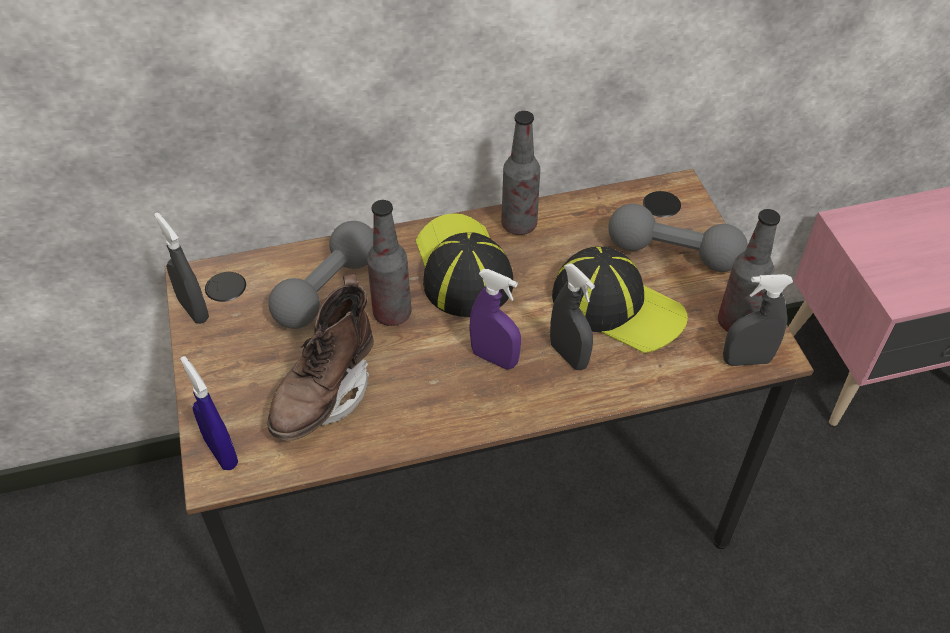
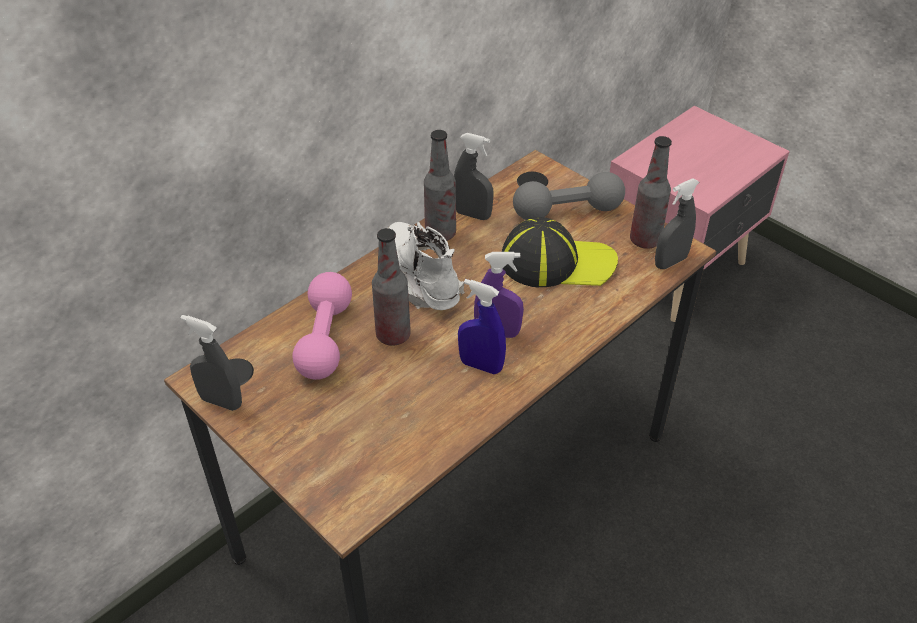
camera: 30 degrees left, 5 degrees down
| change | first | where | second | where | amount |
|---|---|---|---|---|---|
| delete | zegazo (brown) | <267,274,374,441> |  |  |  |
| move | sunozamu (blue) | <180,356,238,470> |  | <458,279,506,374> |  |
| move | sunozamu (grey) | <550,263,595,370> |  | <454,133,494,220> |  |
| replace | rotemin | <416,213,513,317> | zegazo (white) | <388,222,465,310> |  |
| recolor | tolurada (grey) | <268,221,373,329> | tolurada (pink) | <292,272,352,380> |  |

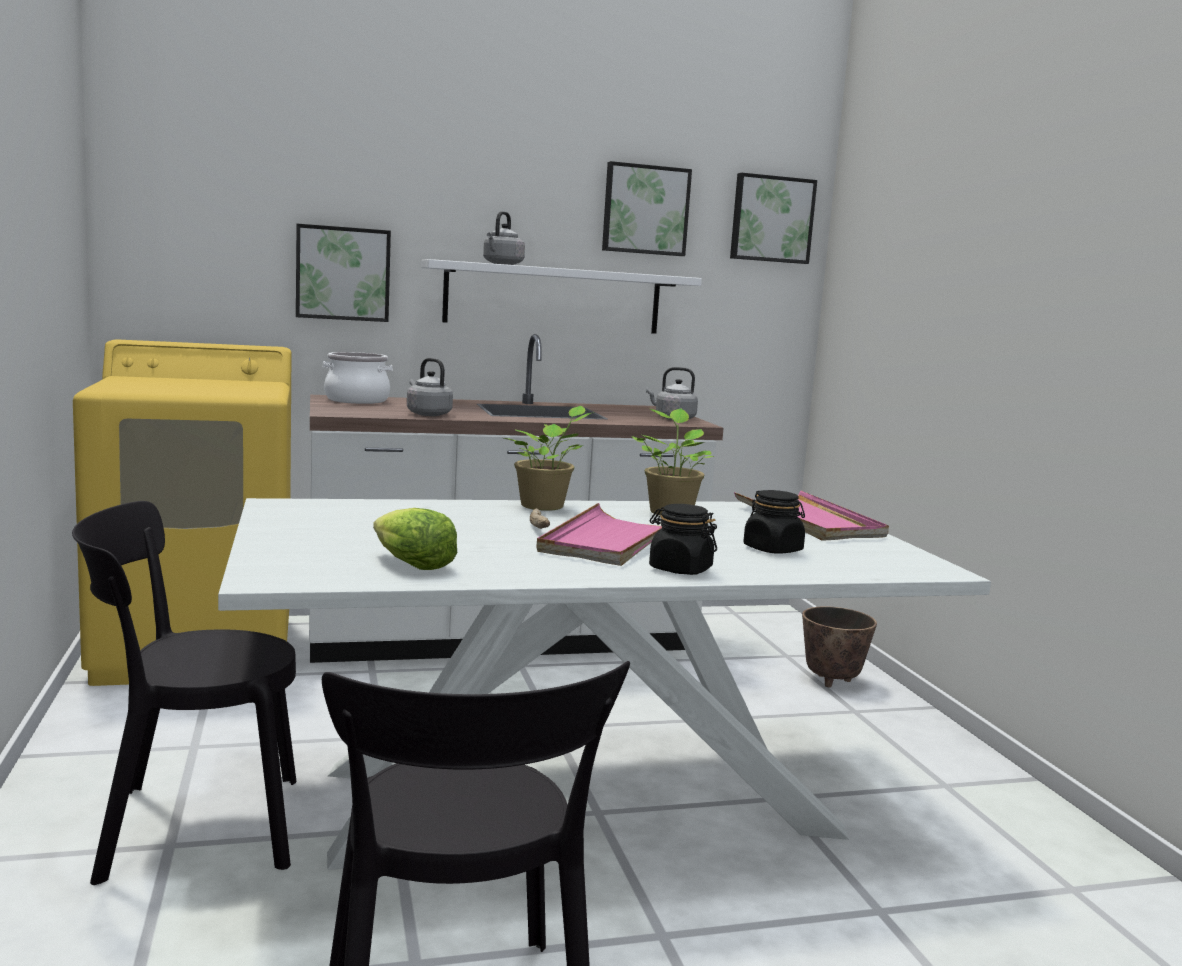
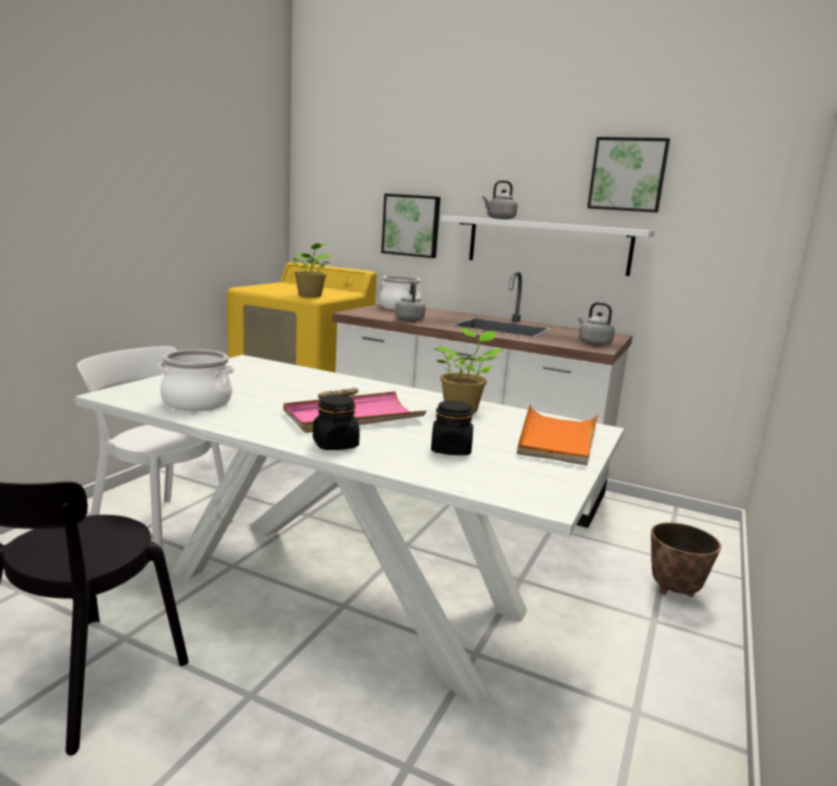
camera: 40 degrees right, 5 degrees up
| change | first | where | second | where | amount |
|---|---|---|---|---|---|
| delete | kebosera | <730,173,817,264> |  |  |  |
| move | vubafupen | <504,406,595,511> |  | <289,243,334,297> |  |
| replace | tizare | <373,508,457,570> | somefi | <158,350,234,411> |  |
| recolor | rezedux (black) | <72,501,297,885> | rezedux (white) | <77,346,233,550> |  |
| recolor | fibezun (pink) | <734,490,889,541> | fibezun (orange) | <517,404,598,466> |  |

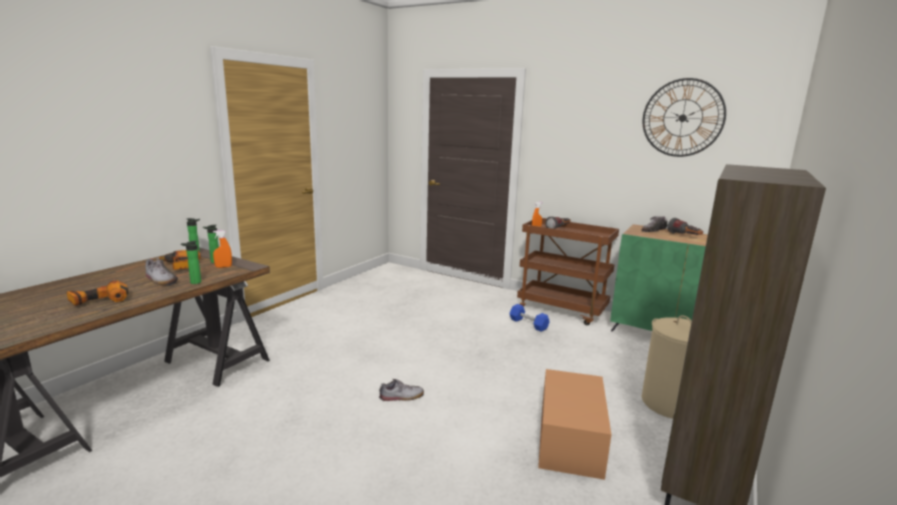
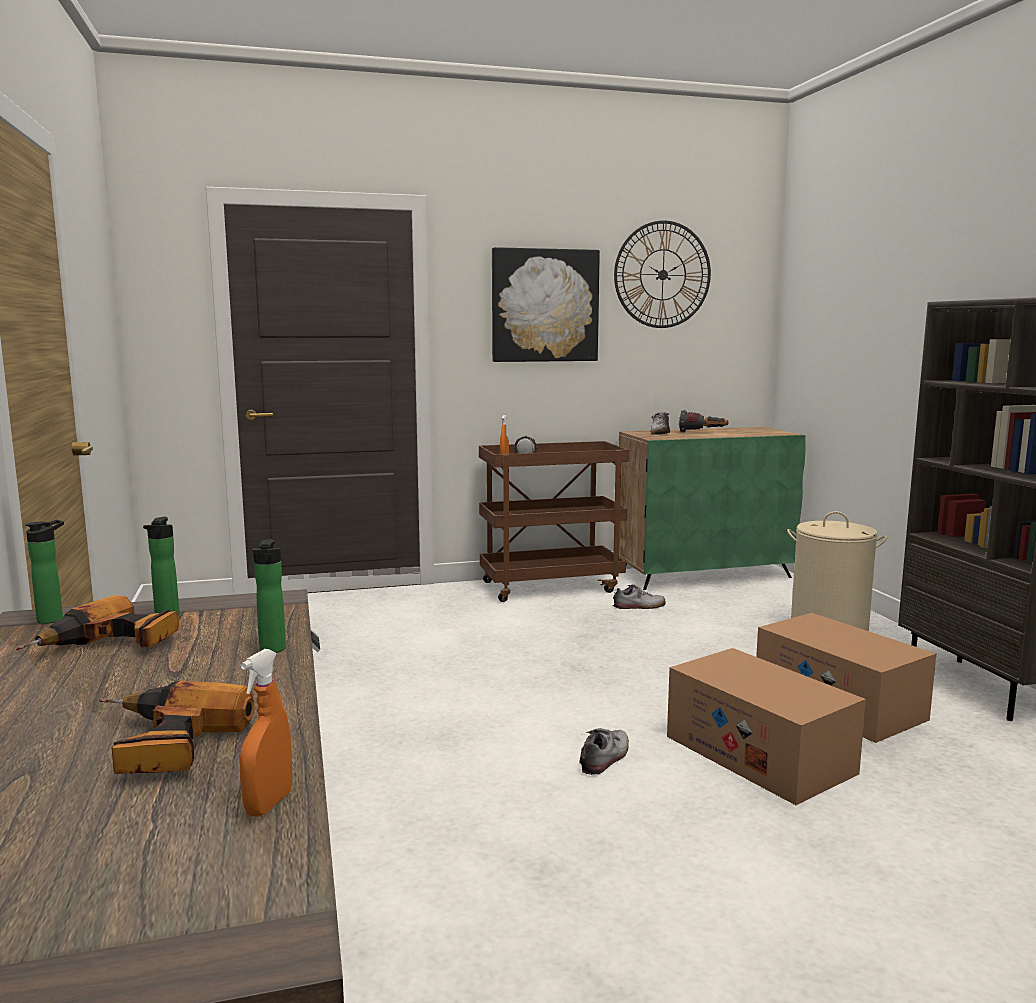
camera: 45 degrees left, 5 degrees down
| change | first | where | second | where | amount |
|---|---|---|---|---|---|
| delete | tolurada (blue) | <509,304,550,332> |  |  |  |
| insert |  |  | kebosera | <492,247,600,362> |  |
| insert |  |  | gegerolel | <667,648,866,805> |  |
| move | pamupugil | <145,259,178,286> |  | <613,584,666,609> |  |
| move | sunozamu (orange) | <213,230,232,268> |  | <239,649,292,817> |  |

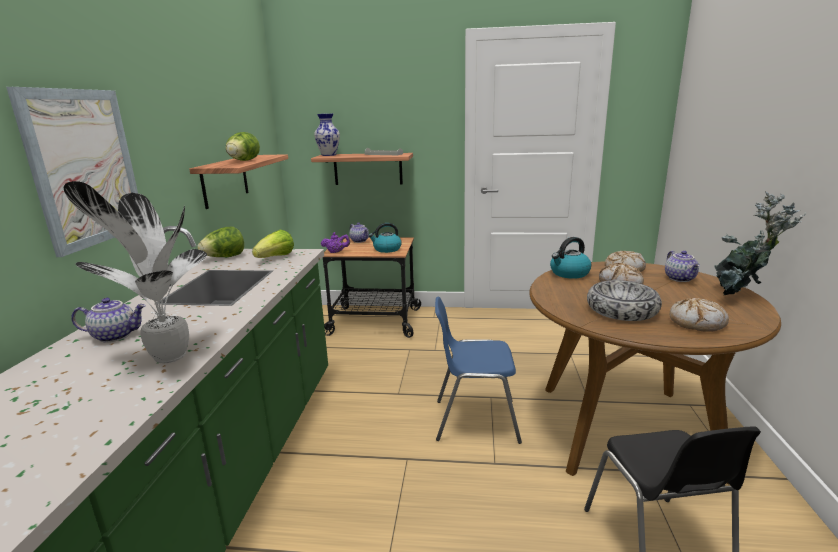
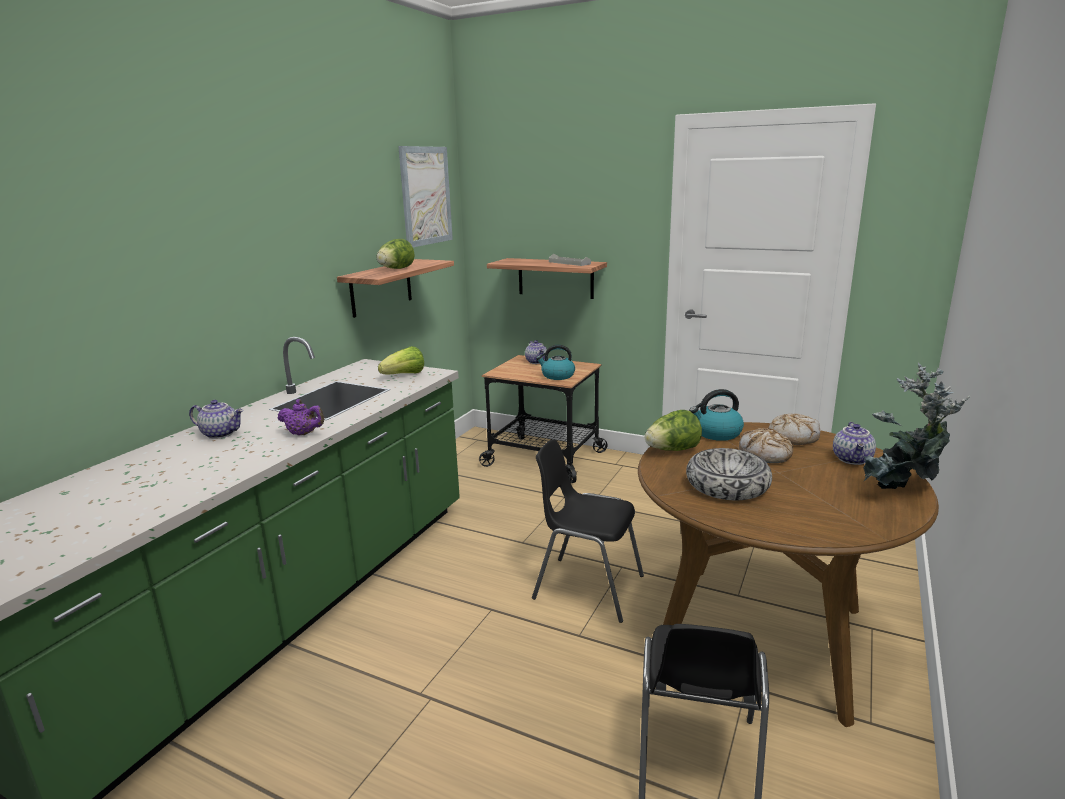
camera: 20 degrees right, 0 degrees up
| change | first | where | second | where | amount |
|---|---|---|---|---|---|
| delete | vubafupen | <64,181,207,363> |  |  |  |
| delete | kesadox | <314,114,340,156> |  |  |  |
| delete | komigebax | <669,298,729,332> |  |  |  |
| move | kebosera | <6,87,138,257> |  | <398,146,453,247> |  |
| move | tizare | <197,227,244,257> |  | <645,410,702,451> |  |
| move | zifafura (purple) | <321,232,350,253> |  | <278,399,324,435> |  |
| recolor | rezedux (blue) | <435,296,522,444> | rezedux (black) | <532,439,644,623> |  |

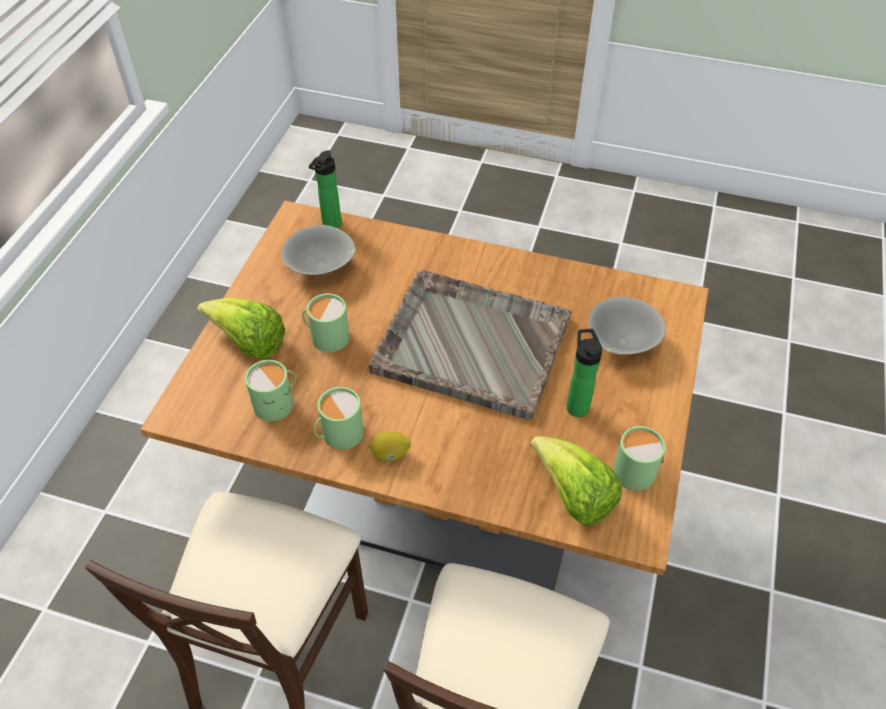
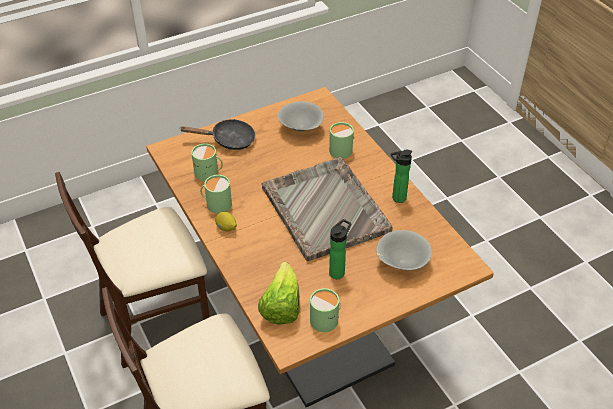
camera: 45 degrees right, 5 degrees down
| change | first | where | second | where | amount |
|---|---|---|---|---|---|
| move | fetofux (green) | <302,293,350,352> |  | <329,122,354,159> |  |
| move | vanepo | <309,150,342,228> |  | <391,149,412,203> |  |
| replace | tizare | <197,298,285,360> | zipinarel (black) | <179,119,256,150> |  |

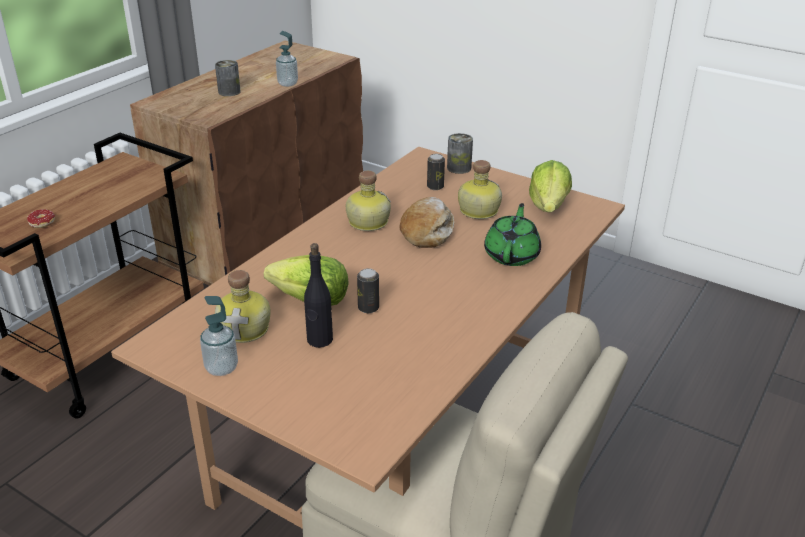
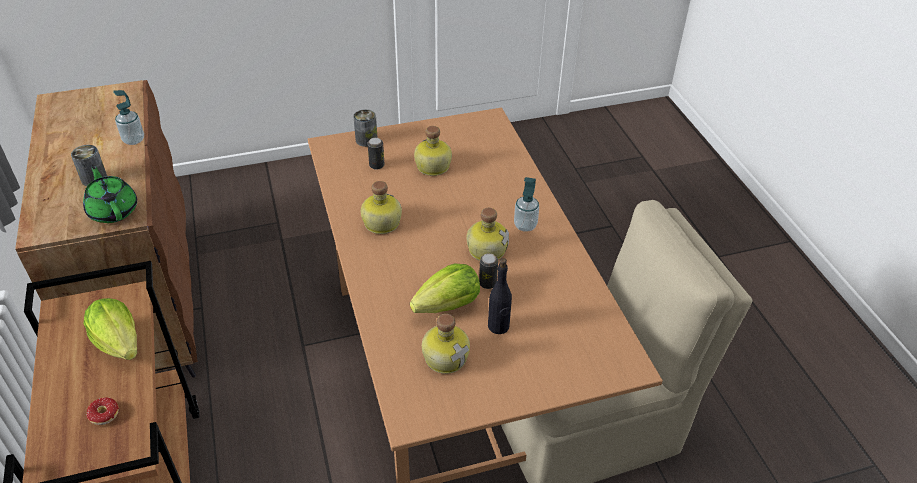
camera: 50 degrees left, 10 degrees up
| change | first | where | second | where | amount |
|---|---|---|---|---|---|
| delete | komigebax | <399,197,454,248> |  |  |  |
| insert |  |  | vanepo | <467,207,509,261> |  |
| move | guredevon | <200,296,238,376> |  | <514,177,539,232> |  |
| move | zifafura (green) | <484,203,541,266> |  | <83,165,137,223> |  |
| move | tizare | <529,160,572,212> |  | <83,298,137,360> |  |

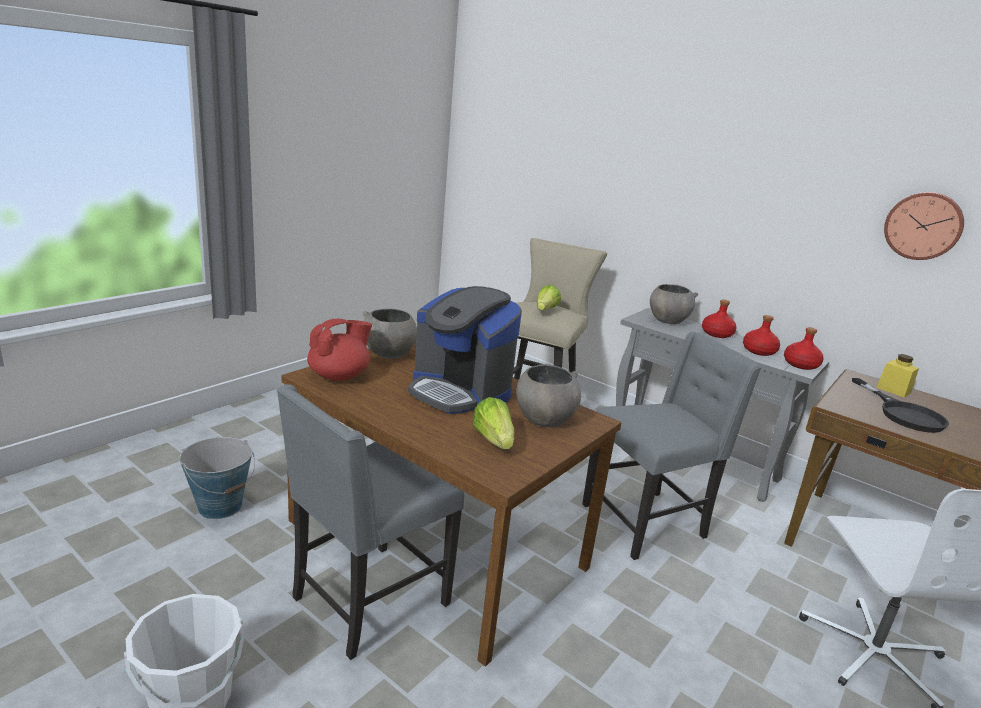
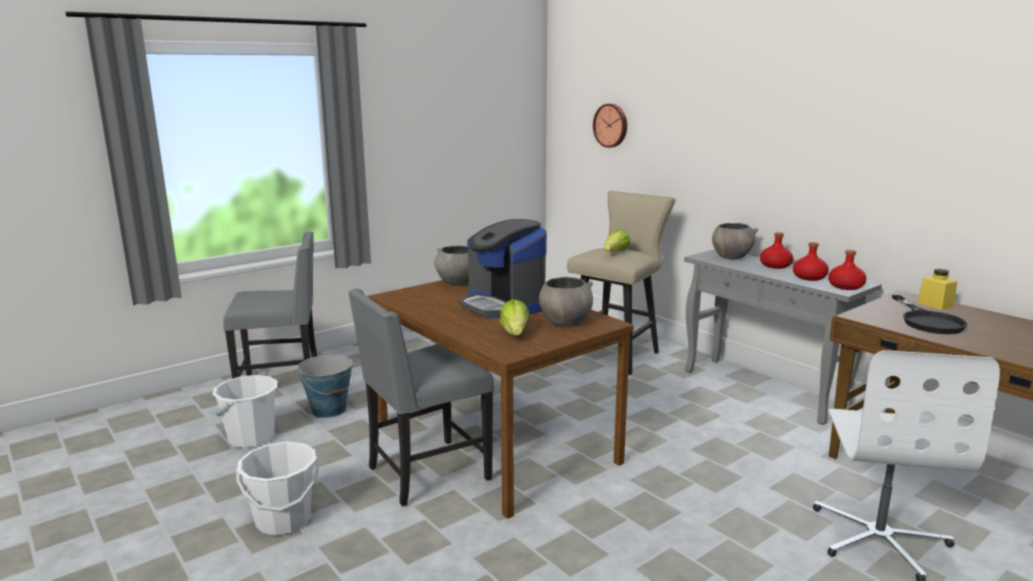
camera: 15 degrees right, 5 degrees down
| change | first | where | second | where | amount |
|---|---|---|---|---|---|
| delete | zifafura (red) | <307,319,372,381> |  |  |  |
| insert |  |  | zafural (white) | <212,375,278,448> |  |
| move | rezedux (grey) | <582,332,761,560> |  | <223,231,317,379> |  |
| move | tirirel | <884,192,964,260> |  | <593,104,627,148> |  |

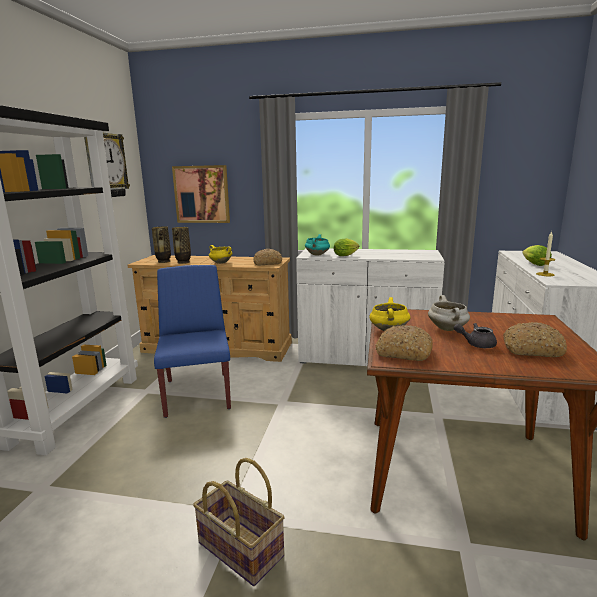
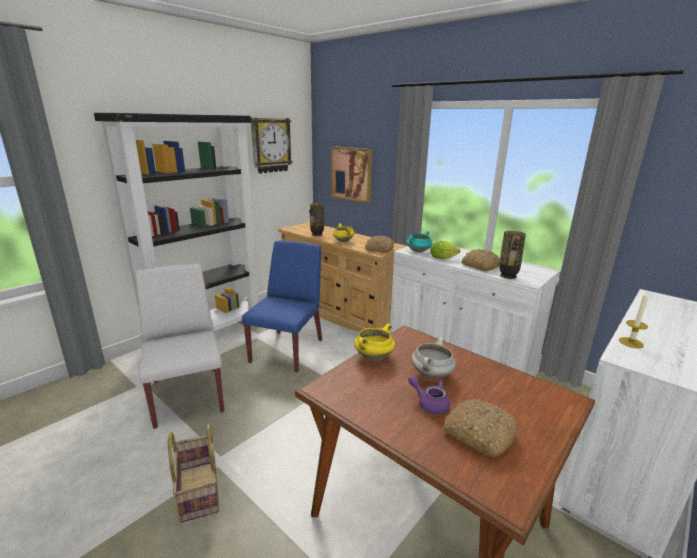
camera: 30 degrees right, 5 degrees up
| change | first | where | second | where | amount |
|---|---|---|---|---|---|
| delete | tizare | <522,245,552,266> |  |  |  |
| insert |  |  | rezedux (white) | <135,264,224,429> |  |
| move | kesadox | <152,226,171,263> |  | <499,231,526,279> |  |
| move | komigebax | <375,325,433,361> |  | <461,249,500,271> |  |
| recolor | zifafura (grey) | <454,323,497,348> | zifafura (purple) | <408,376,450,415> |  |

